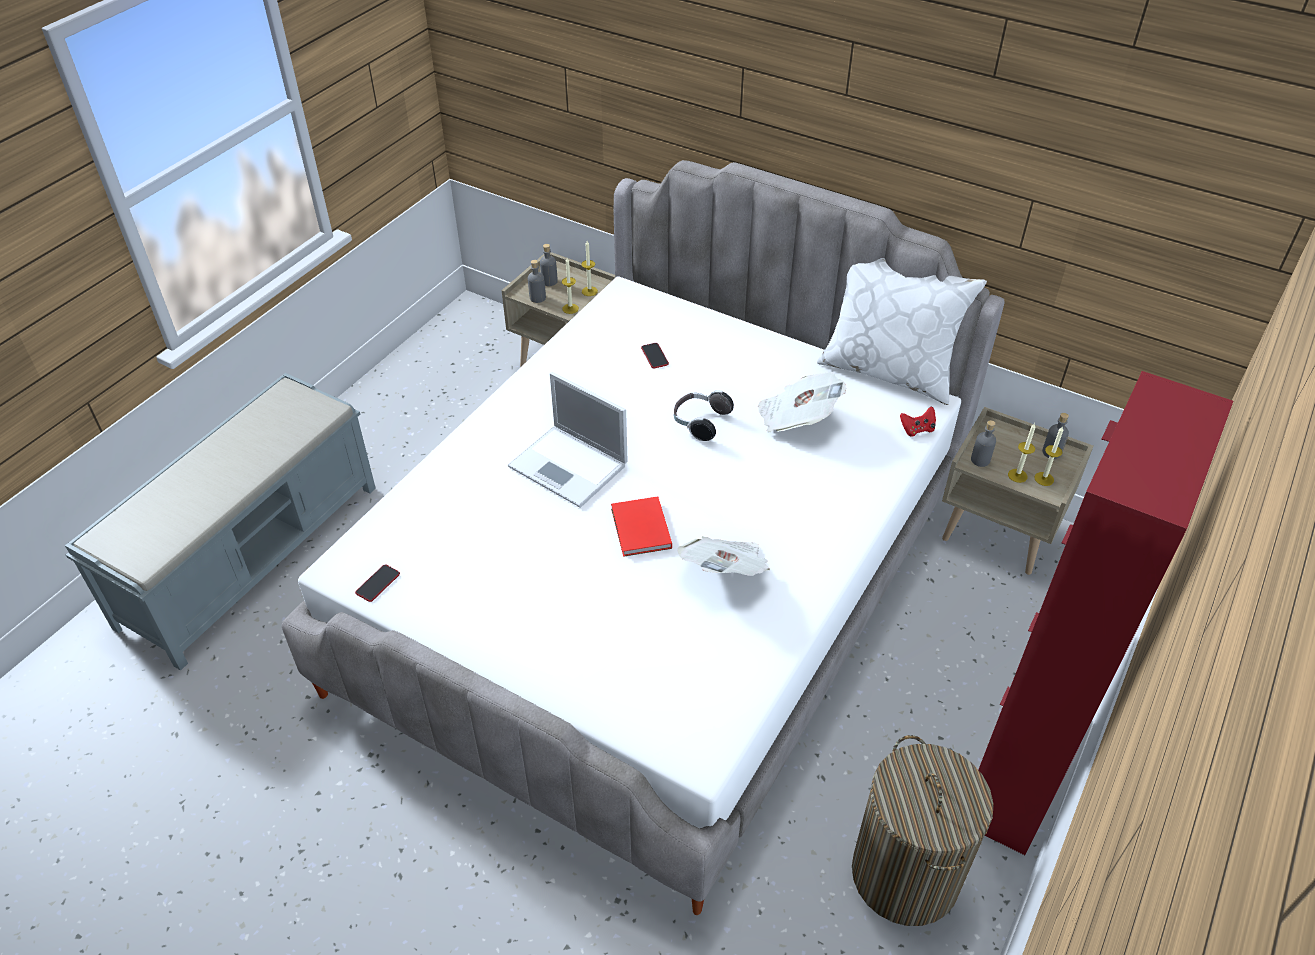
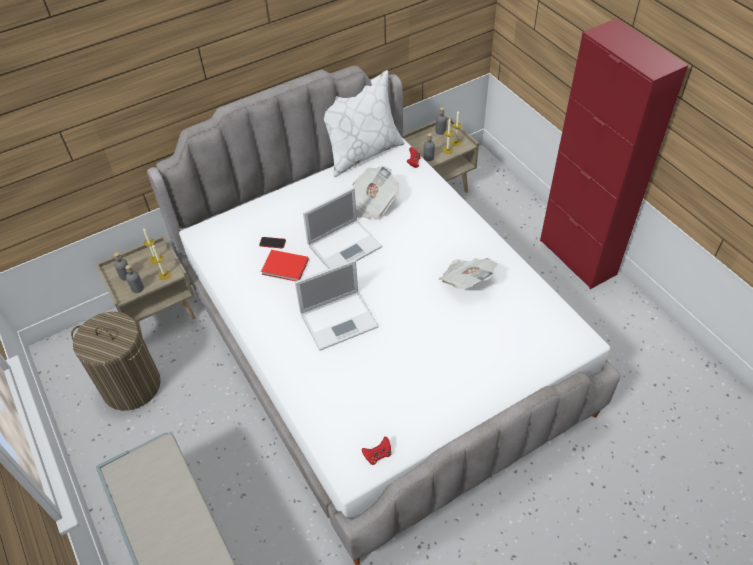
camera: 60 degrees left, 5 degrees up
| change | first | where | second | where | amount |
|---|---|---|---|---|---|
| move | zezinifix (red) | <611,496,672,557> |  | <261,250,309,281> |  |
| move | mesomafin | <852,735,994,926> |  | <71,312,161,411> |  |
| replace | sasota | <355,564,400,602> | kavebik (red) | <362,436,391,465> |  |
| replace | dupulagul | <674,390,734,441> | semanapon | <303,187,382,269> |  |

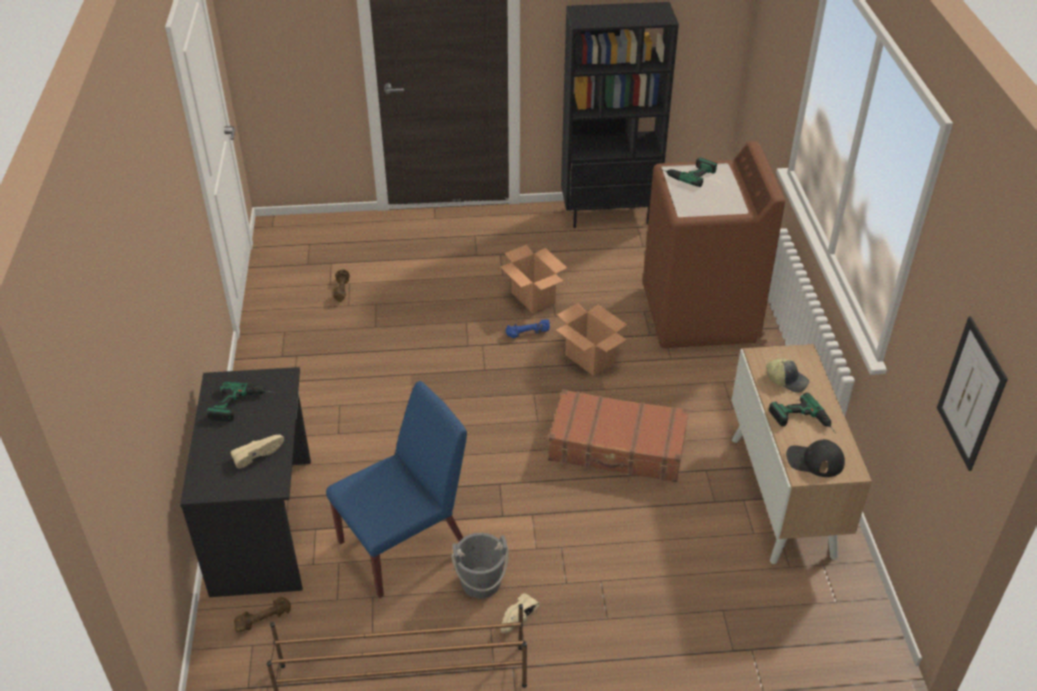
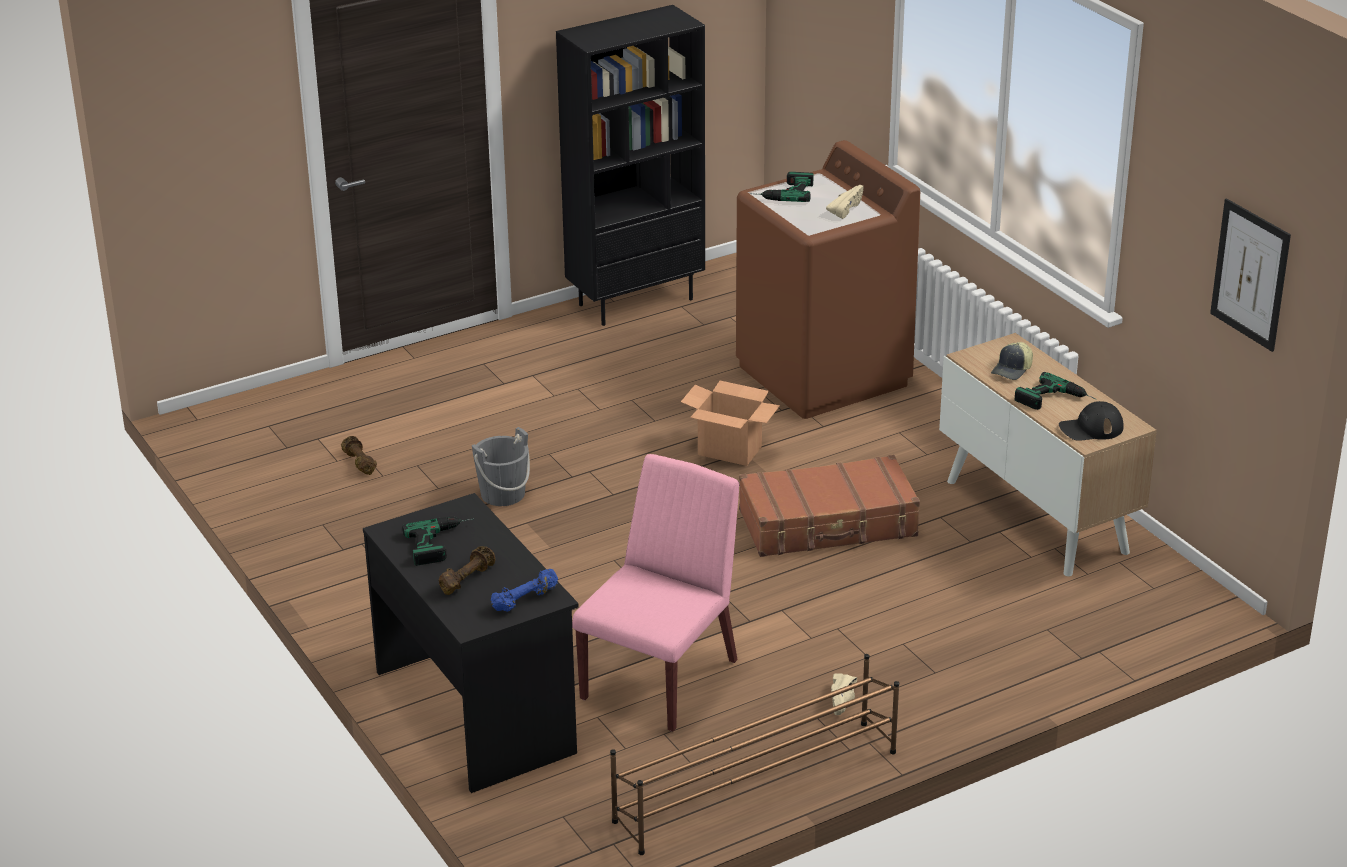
camera: 25 degrees left, 10 degrees down
| change | first | where | second | where | amount |
|---|---|---|---|---|---|
| delete | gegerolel | <500,245,567,313> |  |  |  |
| move | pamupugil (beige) | <231,435,284,469> |  | <826,185,864,219> |  |
| move | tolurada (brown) | <234,597,291,632> |  | <439,546,495,595> |  |
| move | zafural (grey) | <451,533,508,599> |  | <472,427,530,506> |  |
| move | tolurada (blue) | <505,319,550,338> |  | <491,569,558,612> |  |
| recolor | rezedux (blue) | <326,381,467,598> | rezedux (pink) | <572,454,739,732> |  |
| rotate | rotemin | <766,358,810,393> |  | <991,342,1033,380> | 120 degrees clockwise |

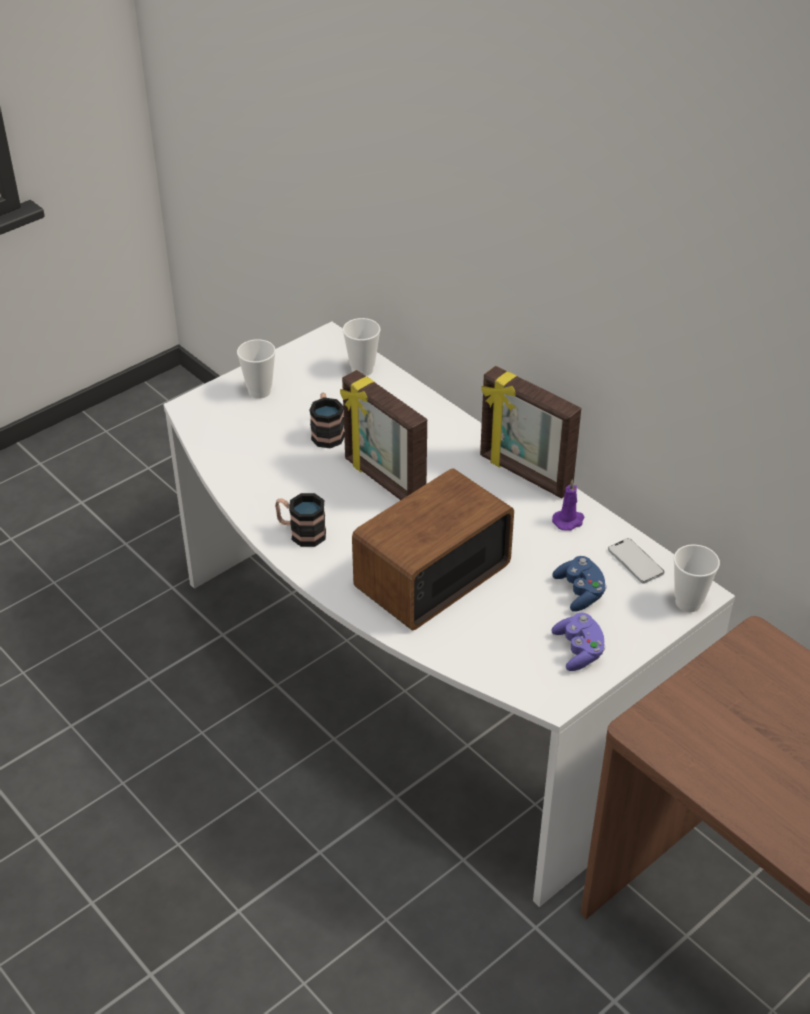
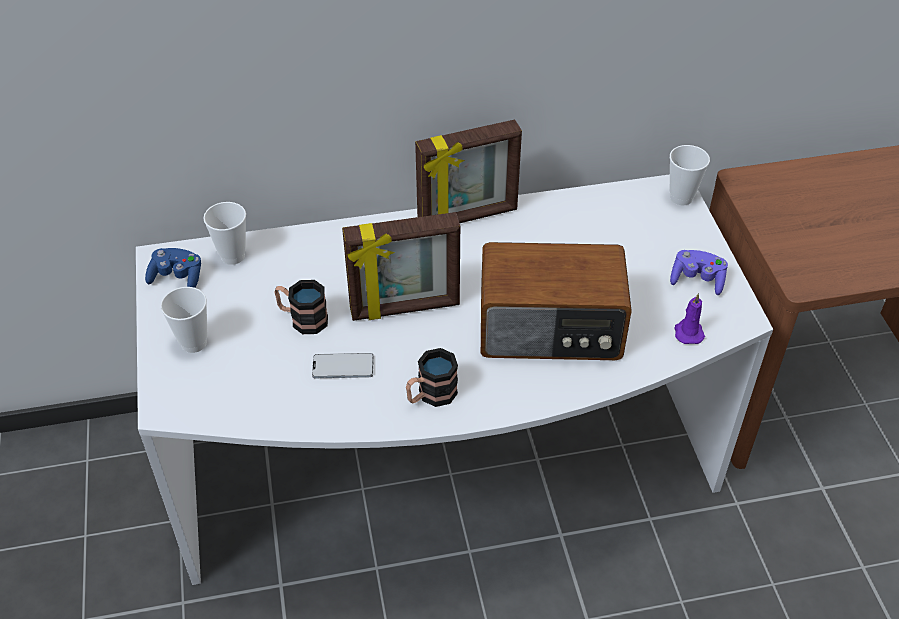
camera: 60 degrees left, 5 degrees up
| change | first | where | second | where | amount |
|---|---|---|---|---|---|
| move | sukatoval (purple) | <552,479,584,531> |  | <675,293,705,344> |  |
| move | kavebik (blue) | <552,556,606,612> |  | <145,248,201,288> |  |
| move | sasota | <608,538,664,584> |  | <312,353,374,378> |  |
| rotate | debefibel | <352,468,514,631> |  | <481,242,632,360> | 75 degrees counterclockwise |

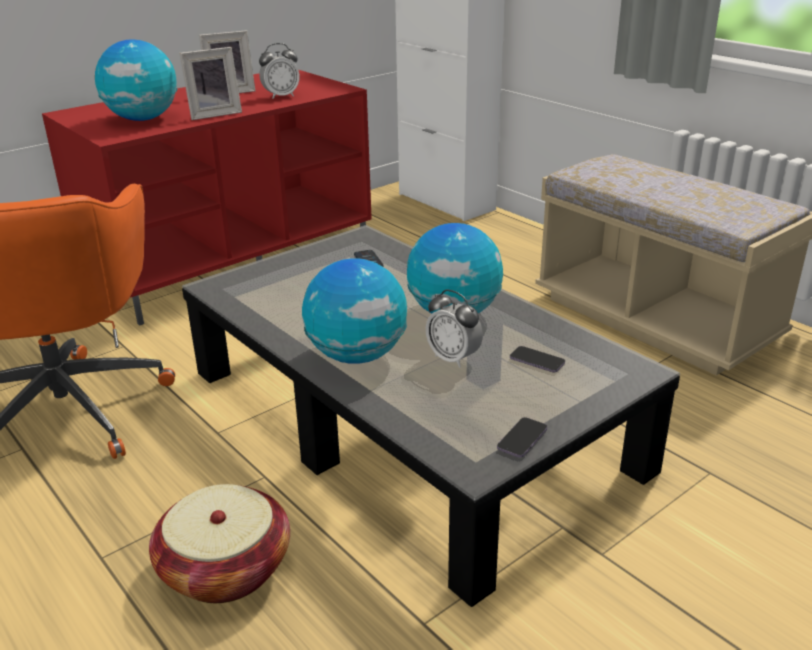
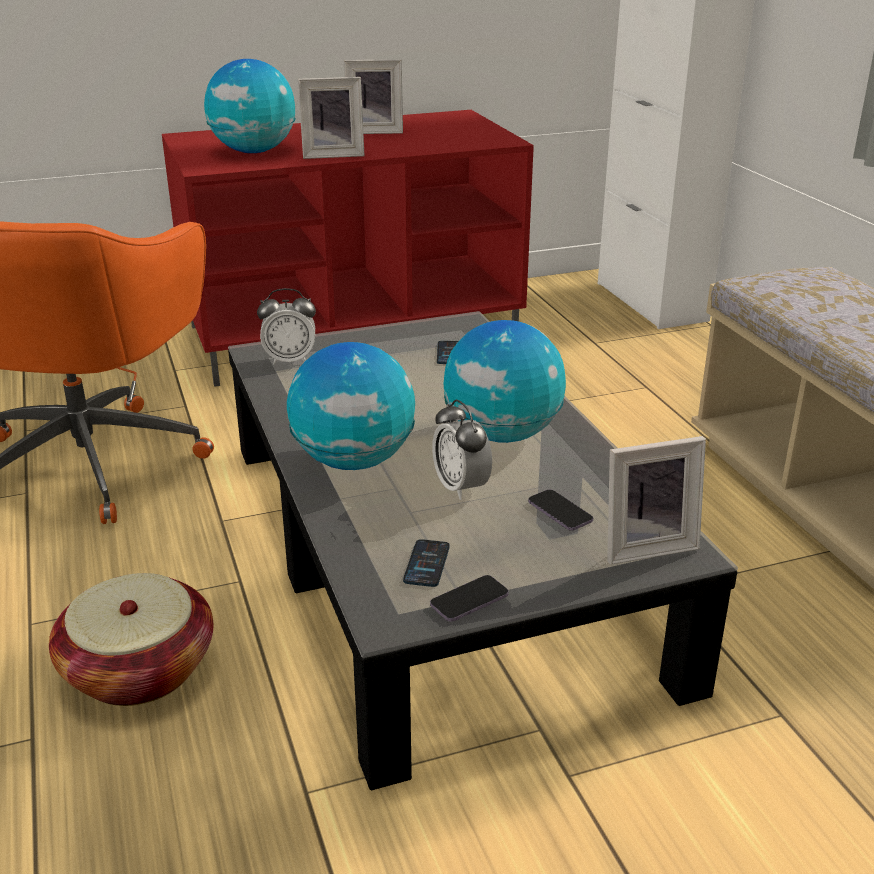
camera: 20 degrees right, 0 degrees up
| change | first | where | second | where | amount |
|---|---|---|---|---|---|
| insert |  |  | sasota | <403,539,450,587> |  |
| insert |  |  | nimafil | <607,436,706,565> |  |
| move | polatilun | <259,43,300,99> |  | <257,288,316,365> |  |

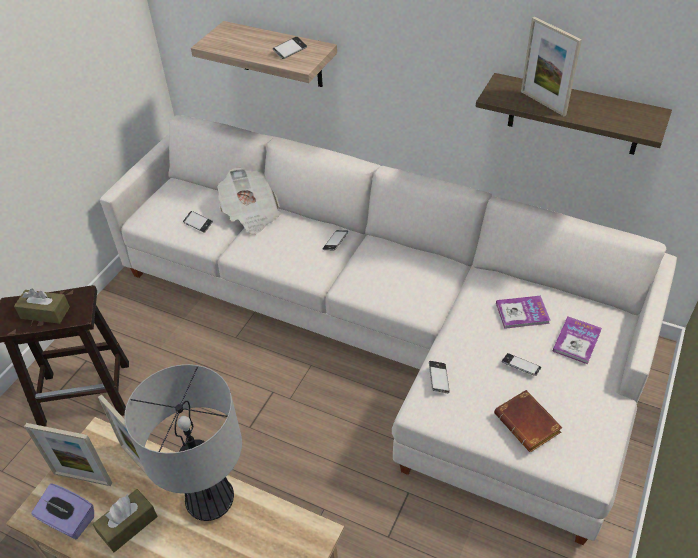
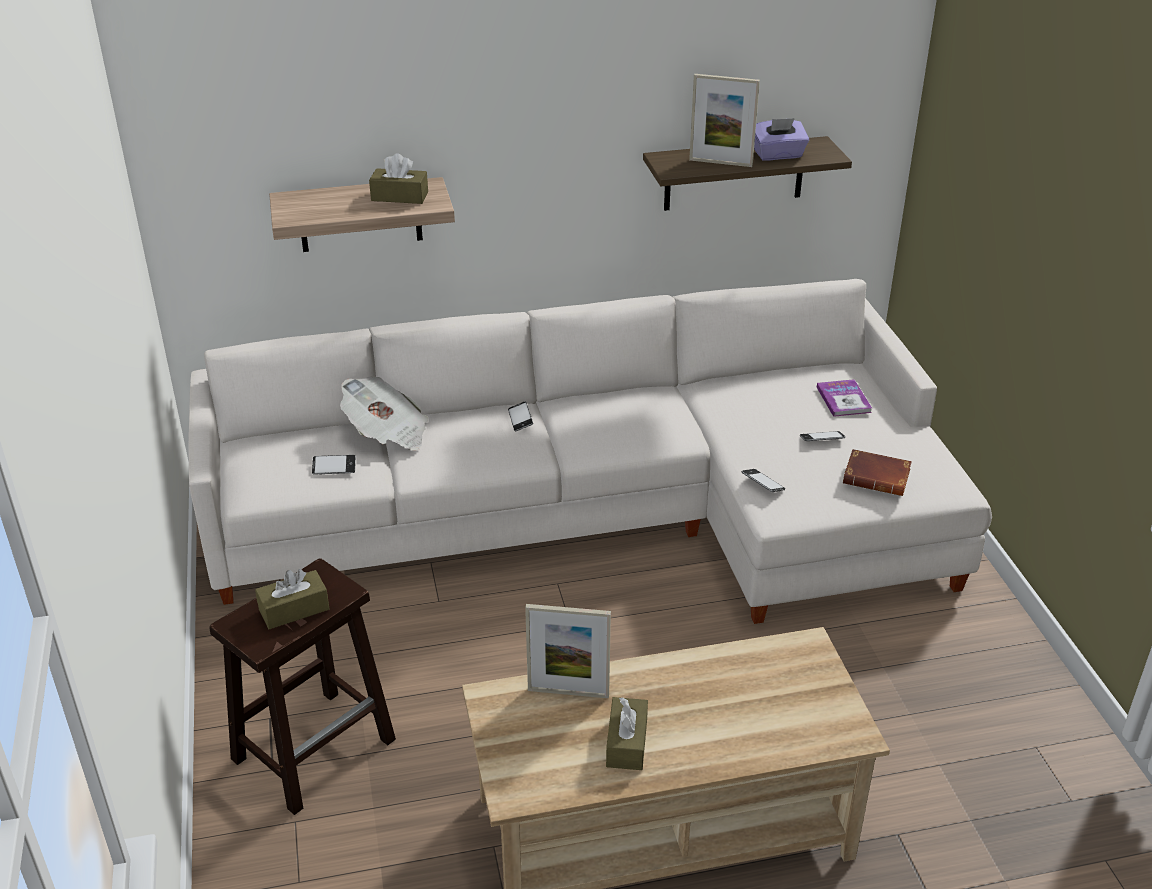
camera: 40 degrees left, 10 degrees down
| change | first | where | second | where | amount |
|---|---|---|---|---|---|
| delete | nimafil | <24,423,112,486> |  |  |  |
| delete | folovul | <124,364,242,521> |  |  |  |
| delete | zezinifix | <496,296,551,329> |  |  |  |
| move | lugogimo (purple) | <31,483,94,539> |  | <754,118,809,161> |  |
| replace | sasota | <273,37,307,59> | lugogimo (brown) | <369,154,428,204> |  |

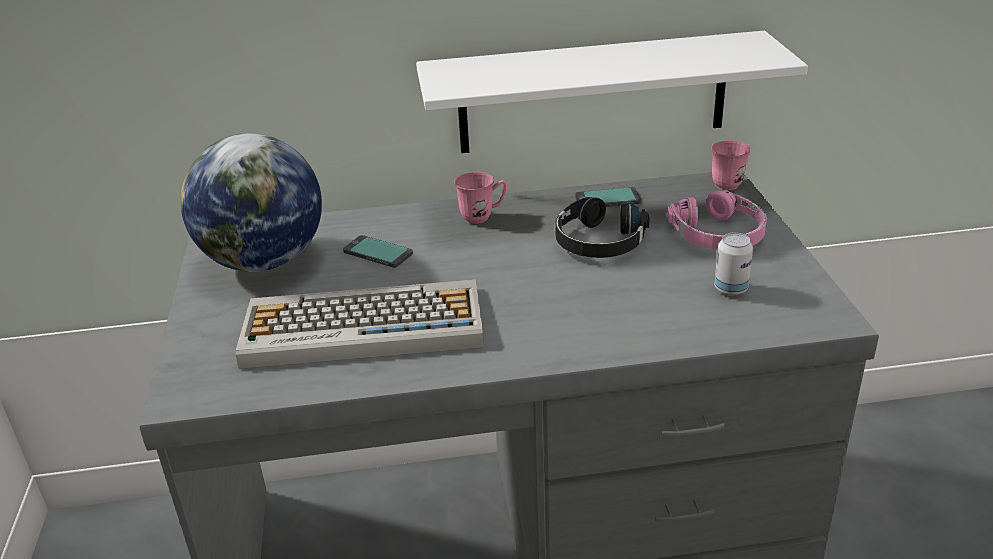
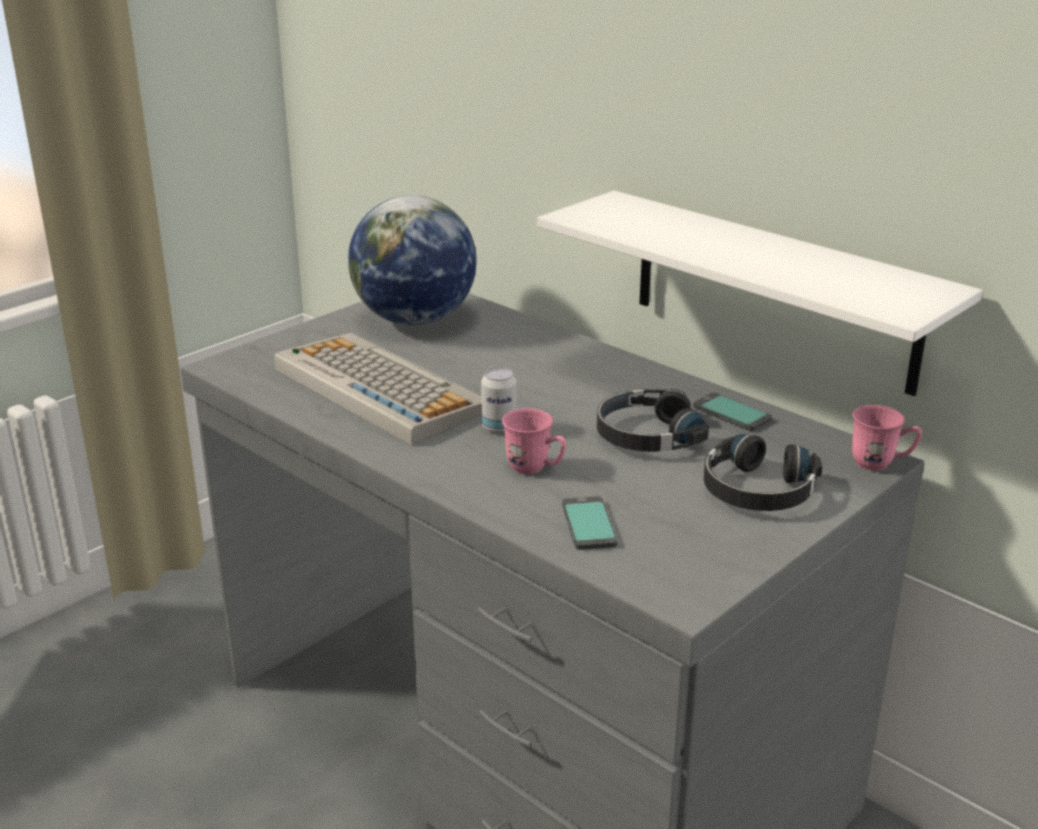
camera: 50 degrees right, 5 degrees down
| change | first | where | second | where | amount |
|---|---|---|---|---|---|
| move | sasota | <343,235,413,268> |  | <562,496,618,550> |  |
| move | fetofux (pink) | <454,172,507,224> |  | <502,408,566,474> |  |
| move | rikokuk | <714,233,753,296> |  | <481,367,517,434> |  |
| recolor | dupulagul (pink) | <667,190,767,250> | dupulagul (black) | <704,434,822,511> |  |

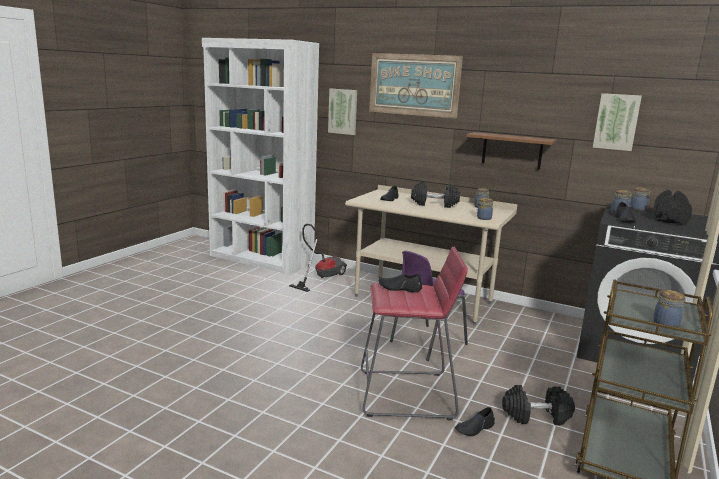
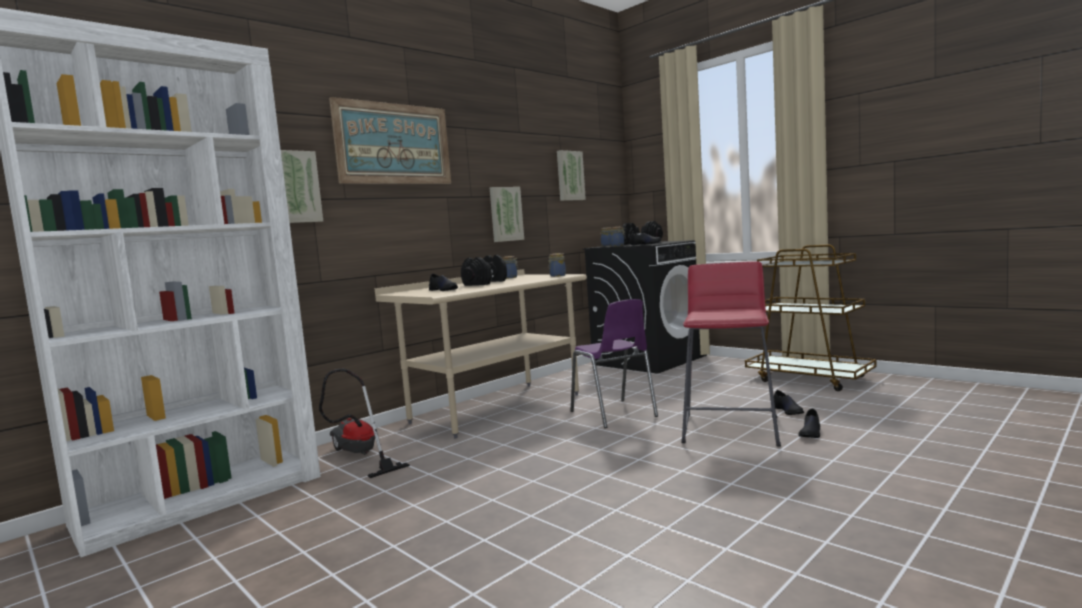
camera: 70 degrees left, 10 degrees down
| change | first | where | second | where | amount |
|---|---|---|---|---|---|
| delete | tolurada (black) | <502,385,575,425> |  |  |  |
| delete | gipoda | <653,290,685,327> |  |  |  |
| move | pamupugil (black) | <378,274,422,292> |  | <798,408,820,438> |  |
| replace | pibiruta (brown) | <466,132,556,170> | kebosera | <489,187,524,242> |  |

